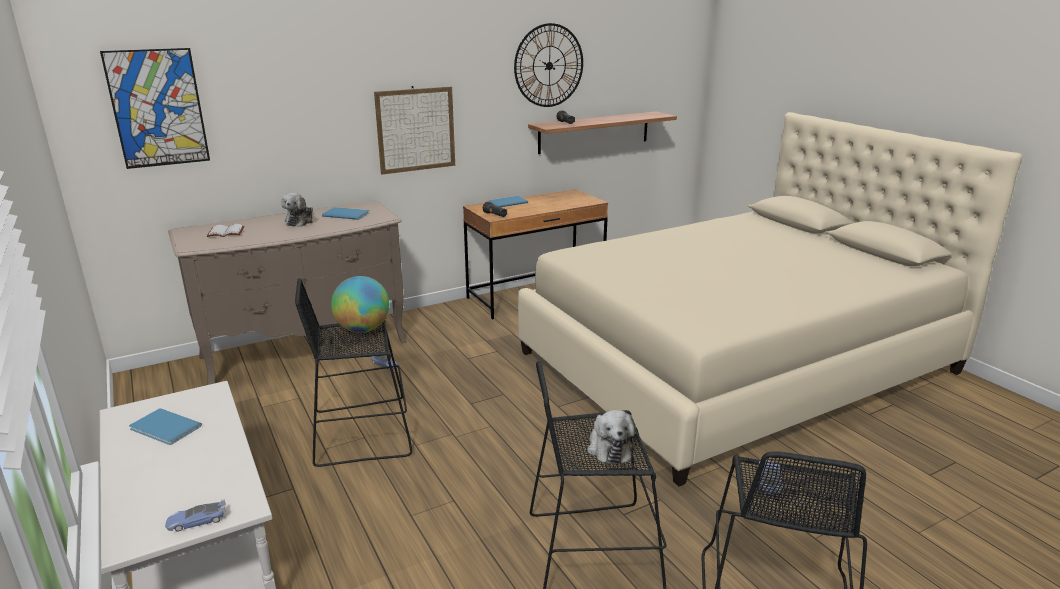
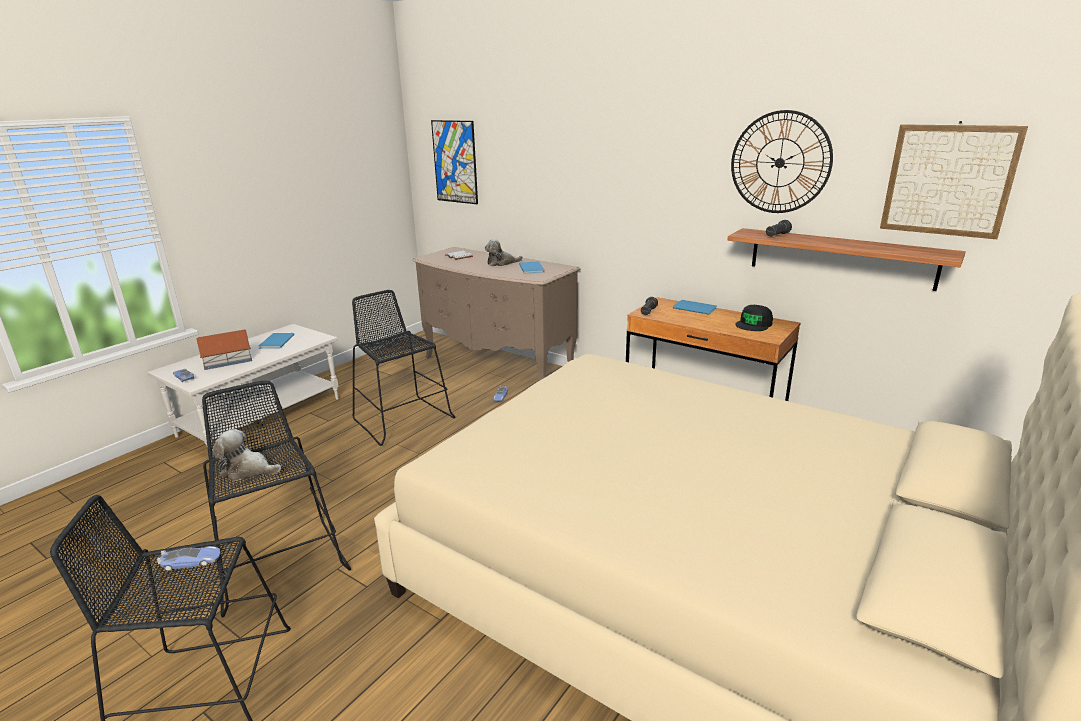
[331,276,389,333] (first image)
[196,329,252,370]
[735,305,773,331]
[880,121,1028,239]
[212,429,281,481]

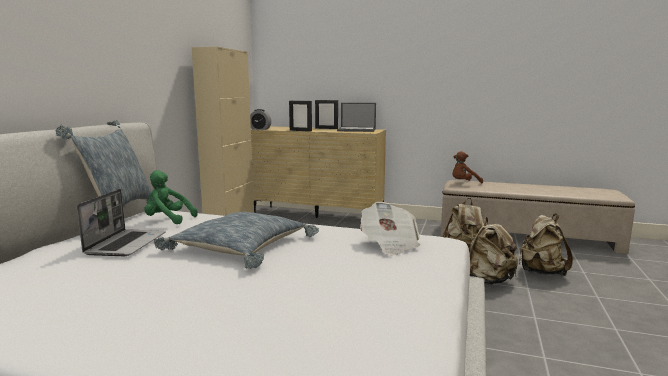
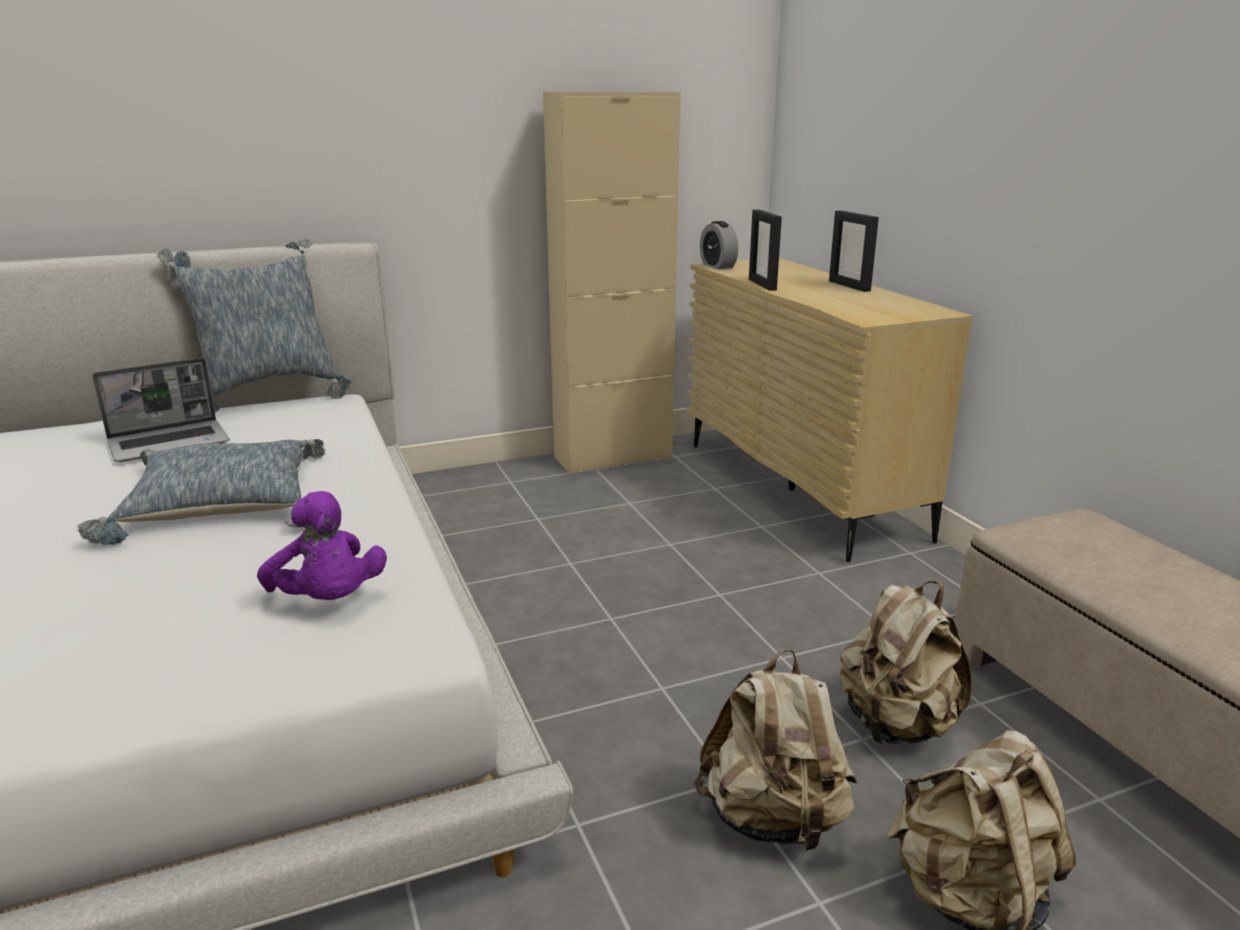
[144,170,198,224] (first image)
[337,103,376,132] (first image)
[452,151,483,183] (first image)
[257,491,387,600]

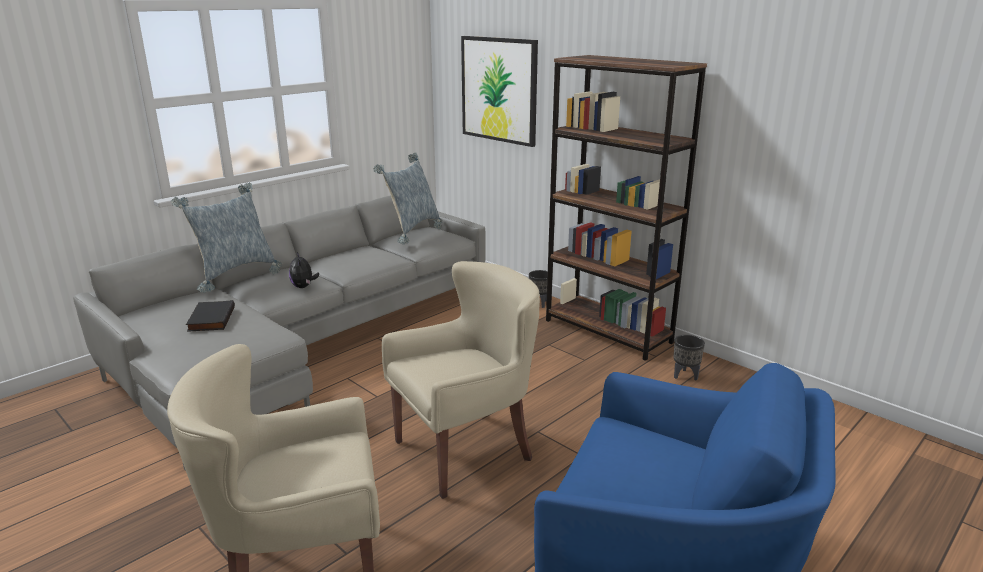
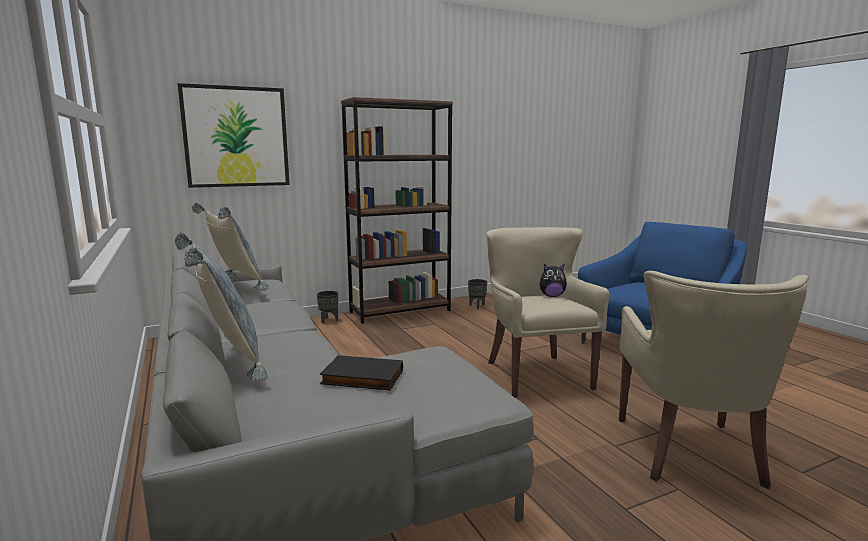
[540,264,567,297]

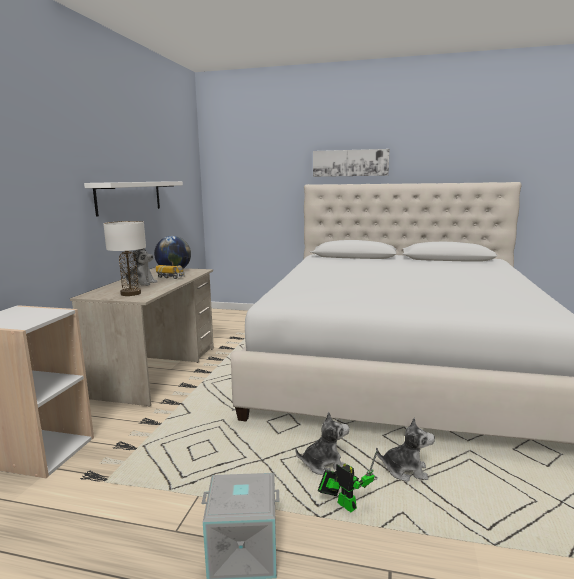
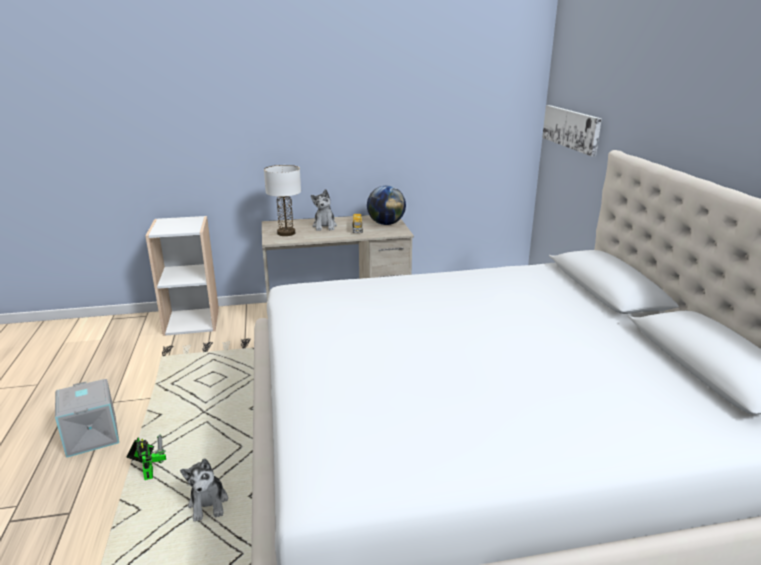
[84,181,183,217] (first image)
[296,412,349,475] (first image)
[542,105,602,157]
[127,434,166,480]

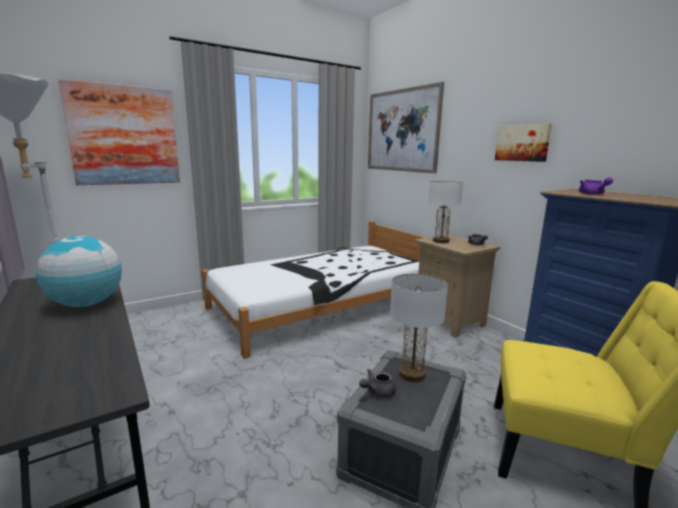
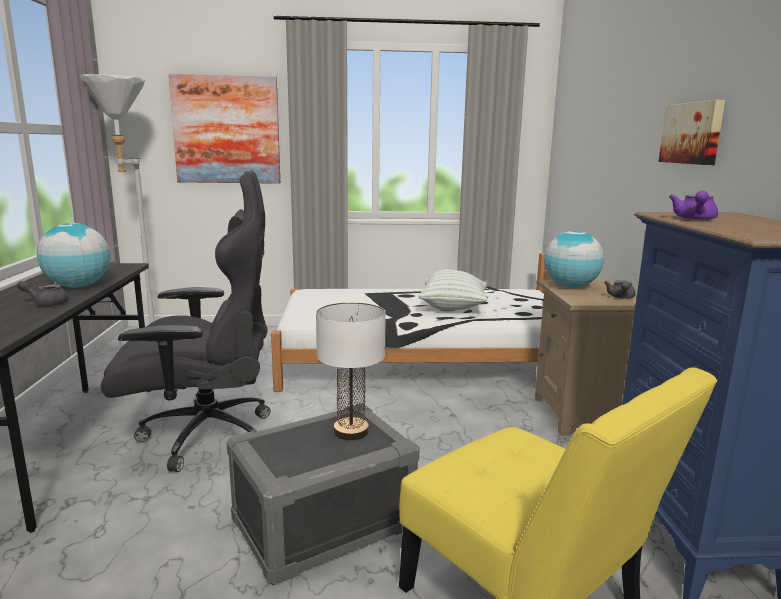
[368,82,444,174] (first image)
[101,170,270,472]
[418,269,487,311]
[17,281,68,306]
[544,231,604,288]

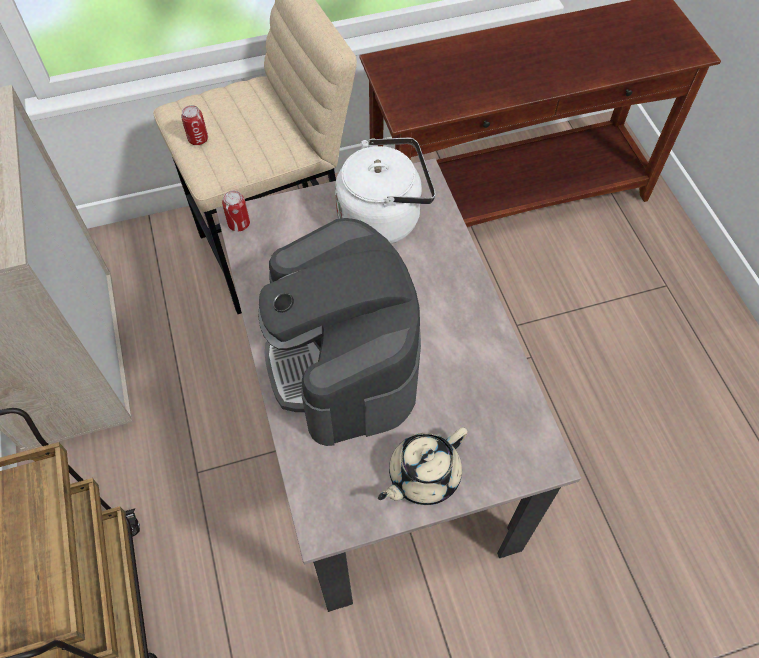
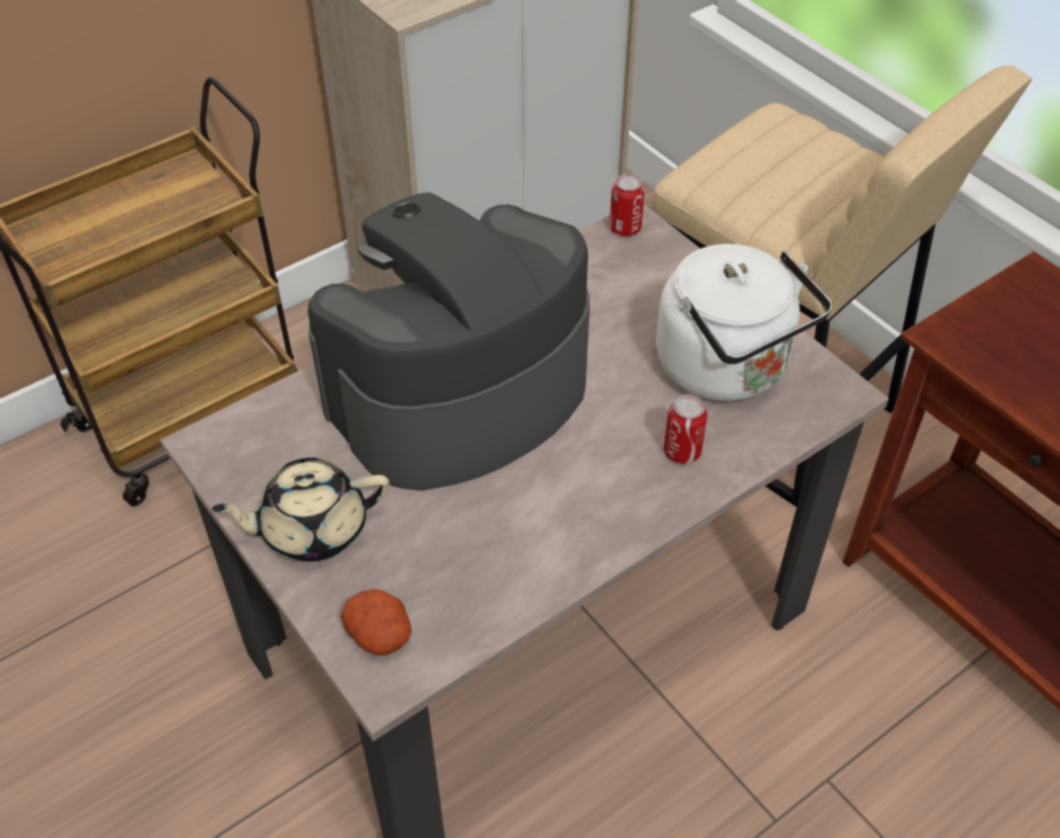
[341,589,412,656]
[664,394,707,464]
[212,458,390,562]

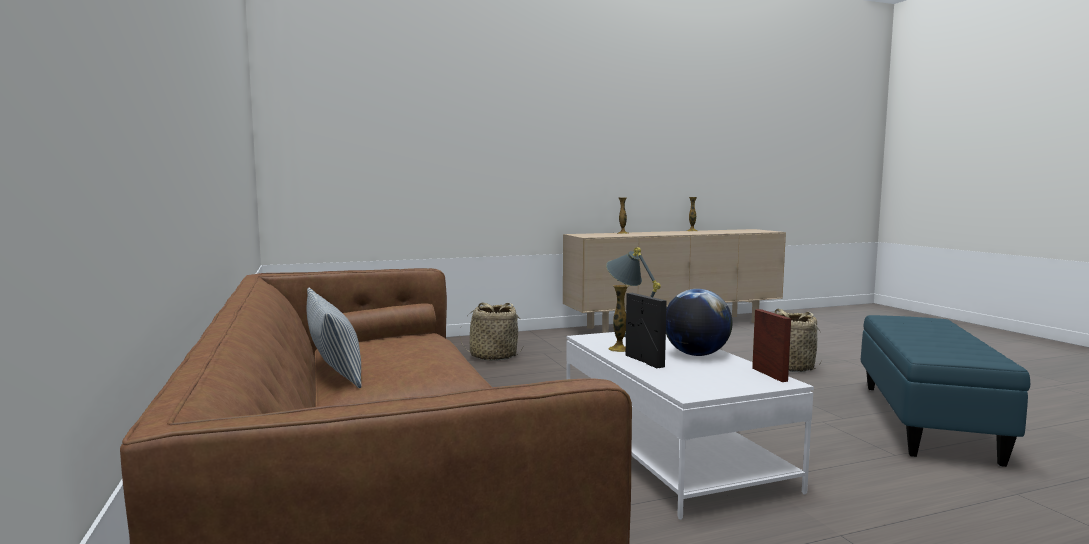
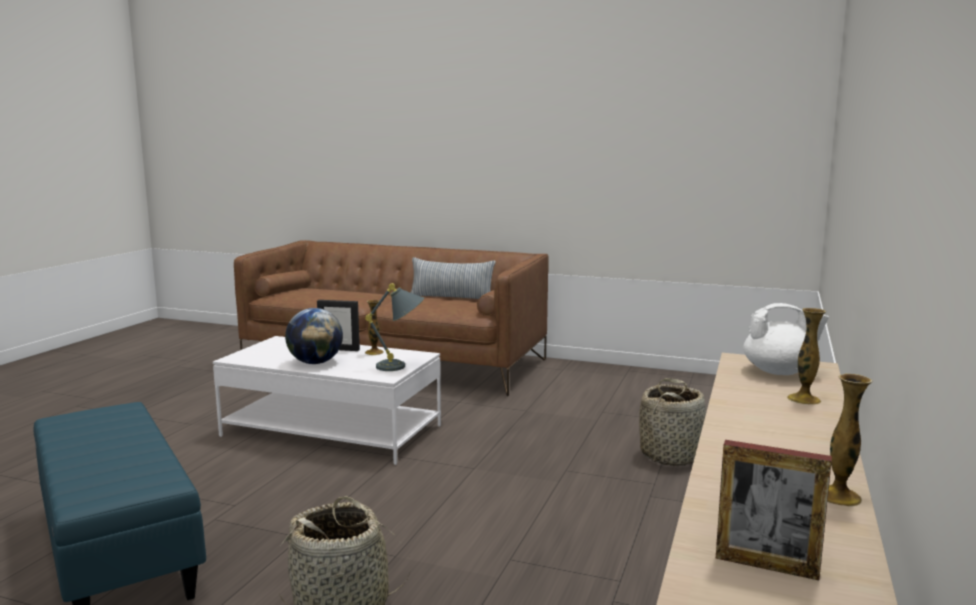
[743,303,829,375]
[716,440,832,580]

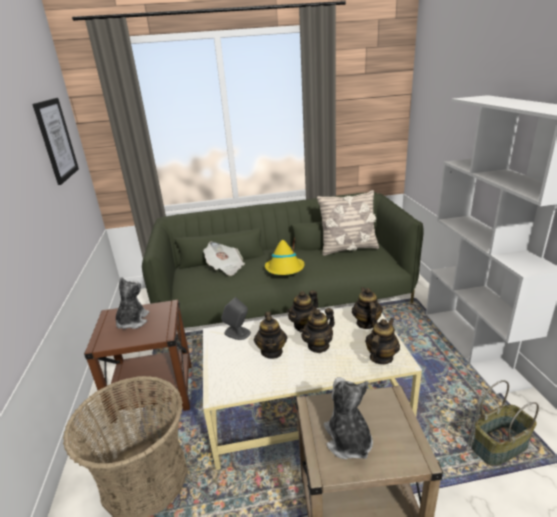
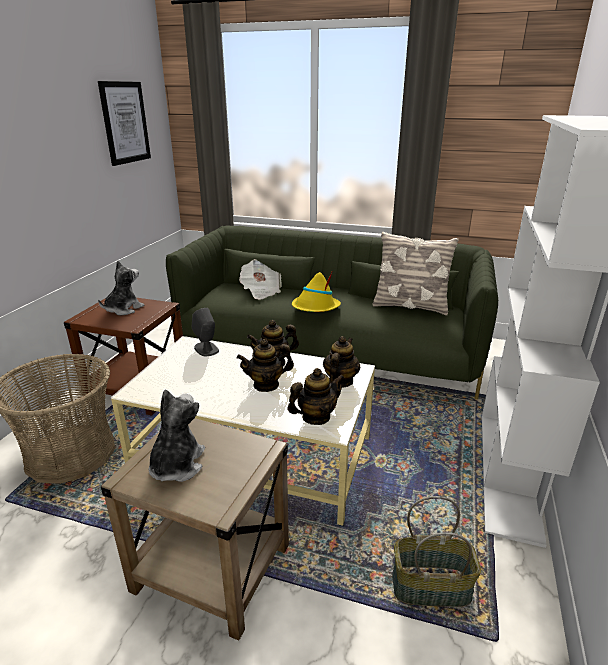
[254,312,287,359] (first image)

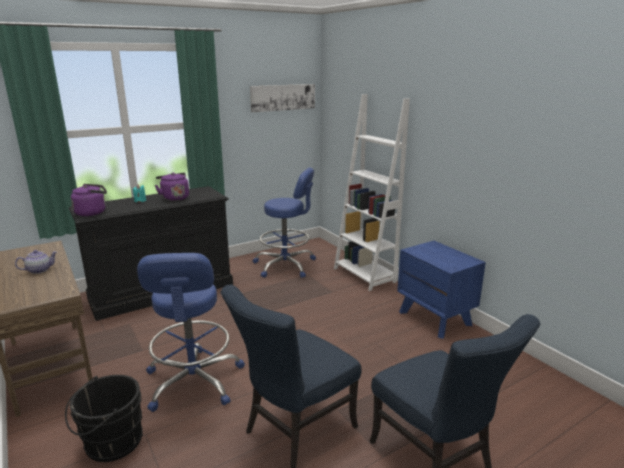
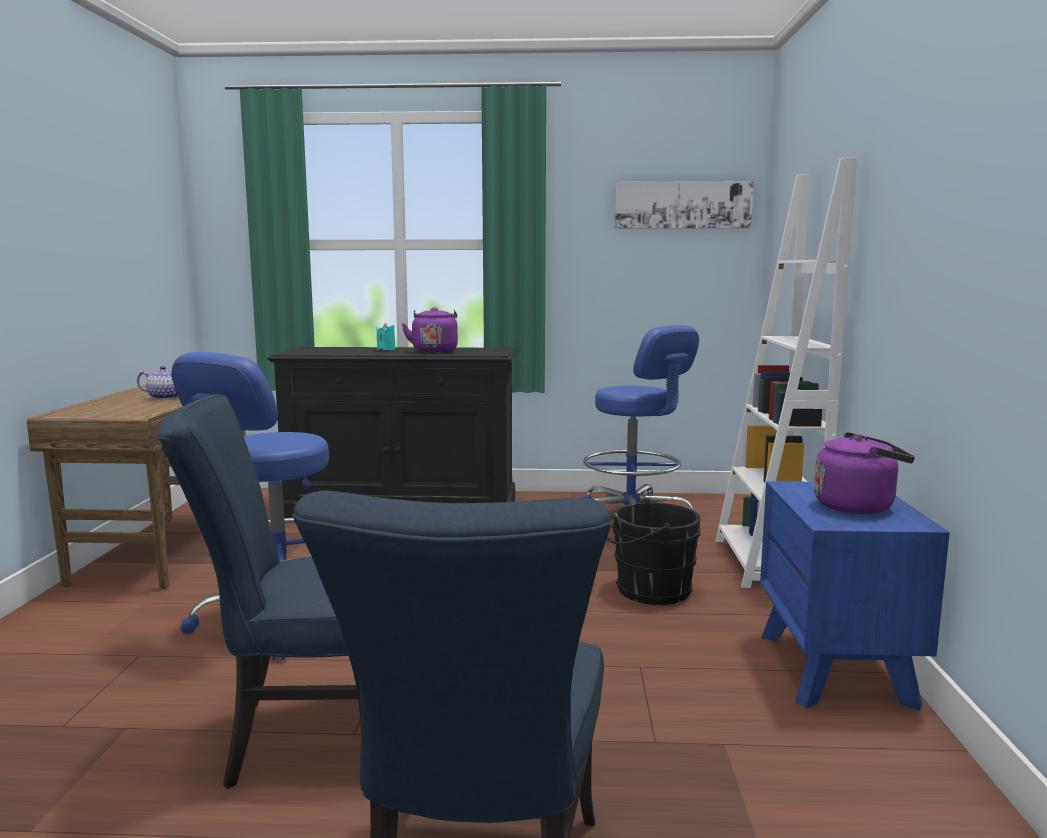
[607,498,701,605]
[814,432,915,514]

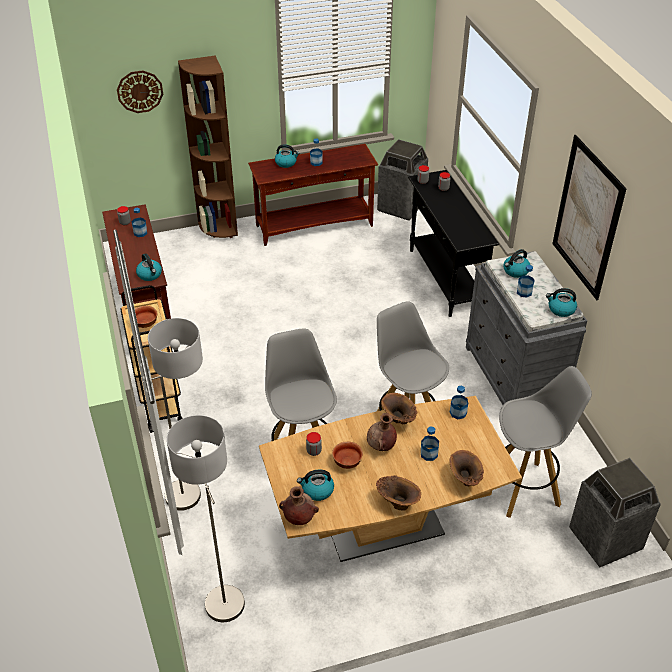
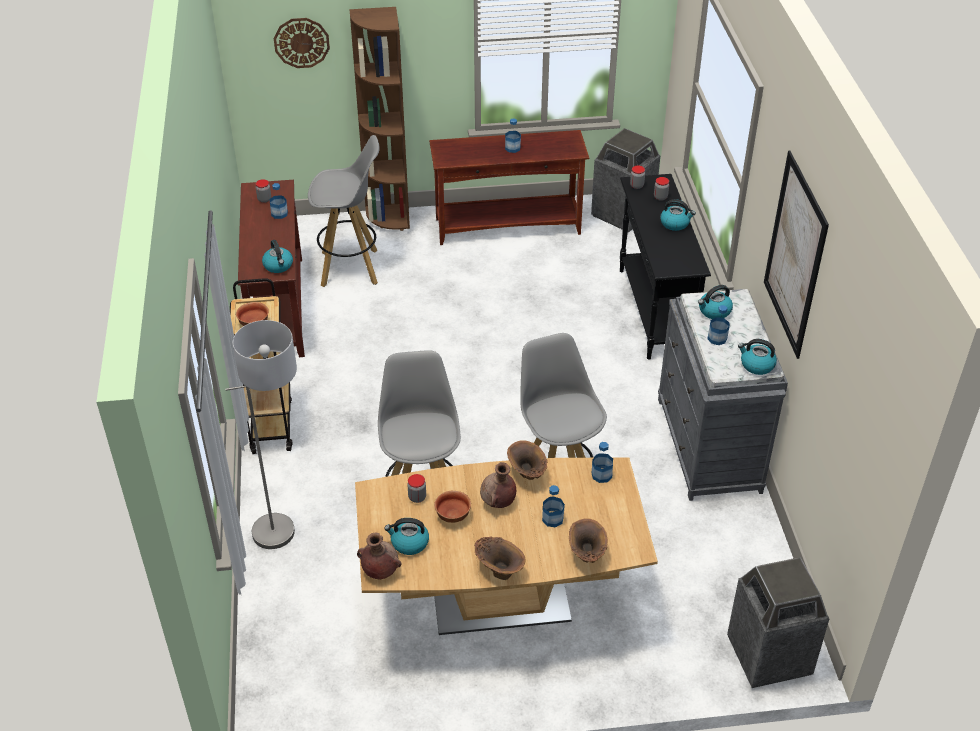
[167,415,245,622] (first image)
[660,199,696,231]
[308,135,379,287]

